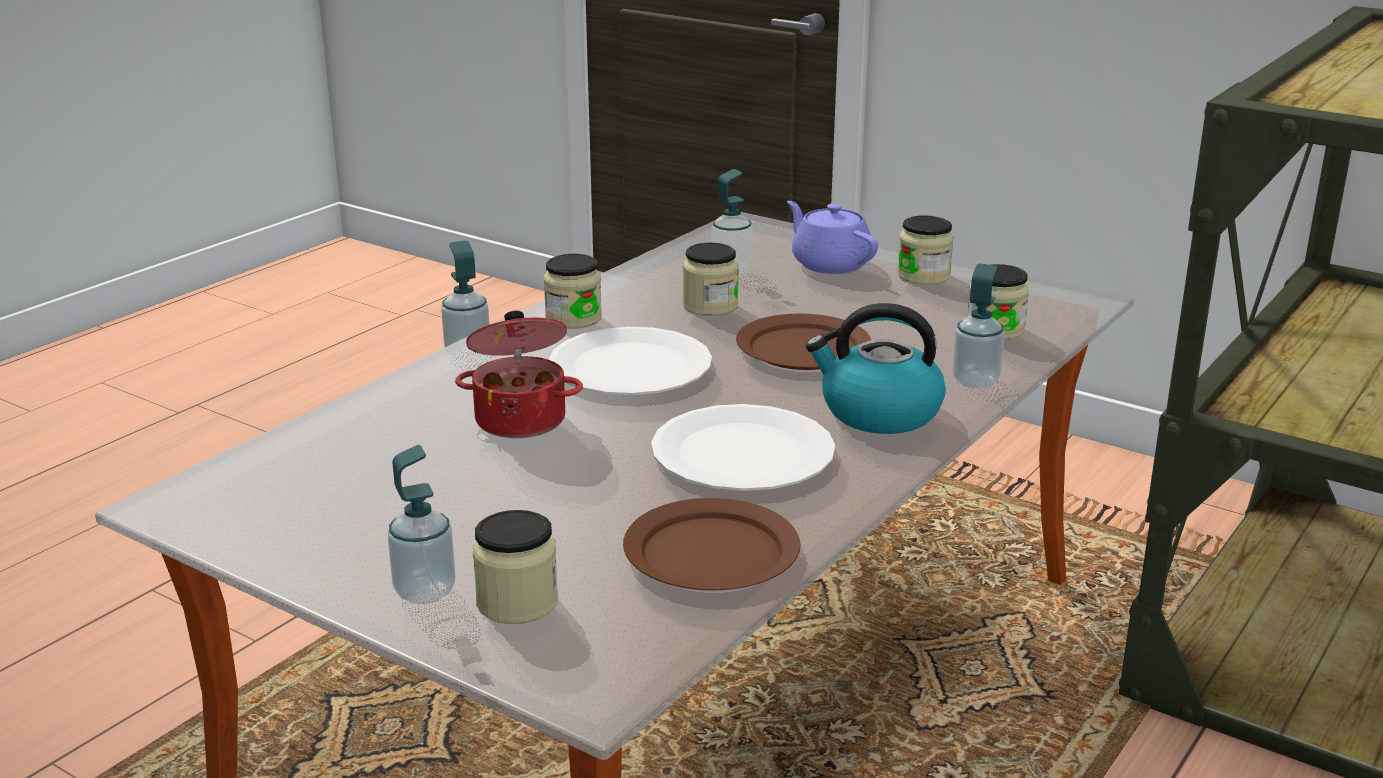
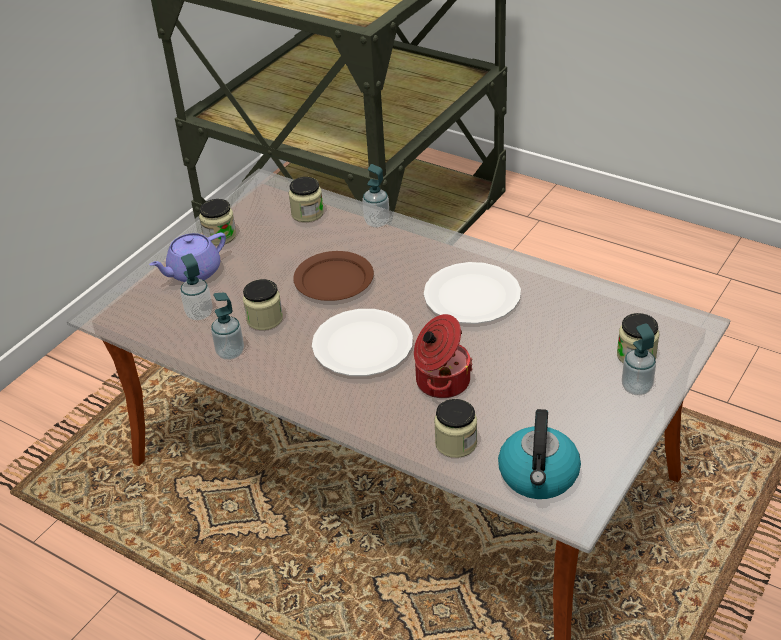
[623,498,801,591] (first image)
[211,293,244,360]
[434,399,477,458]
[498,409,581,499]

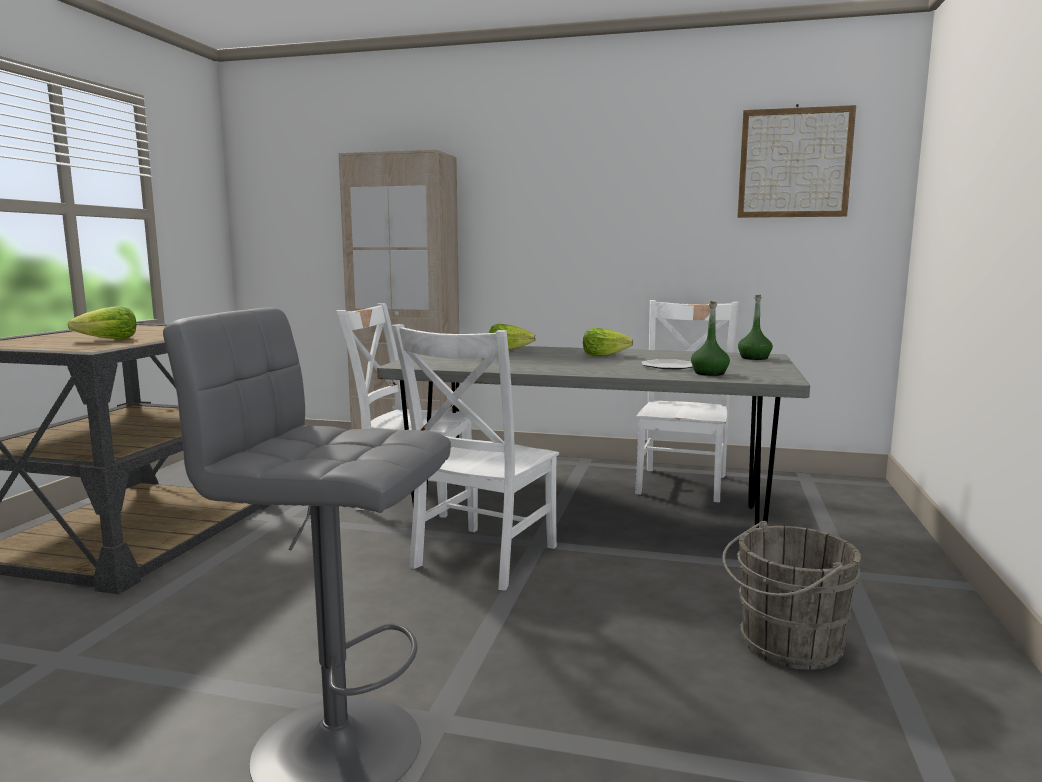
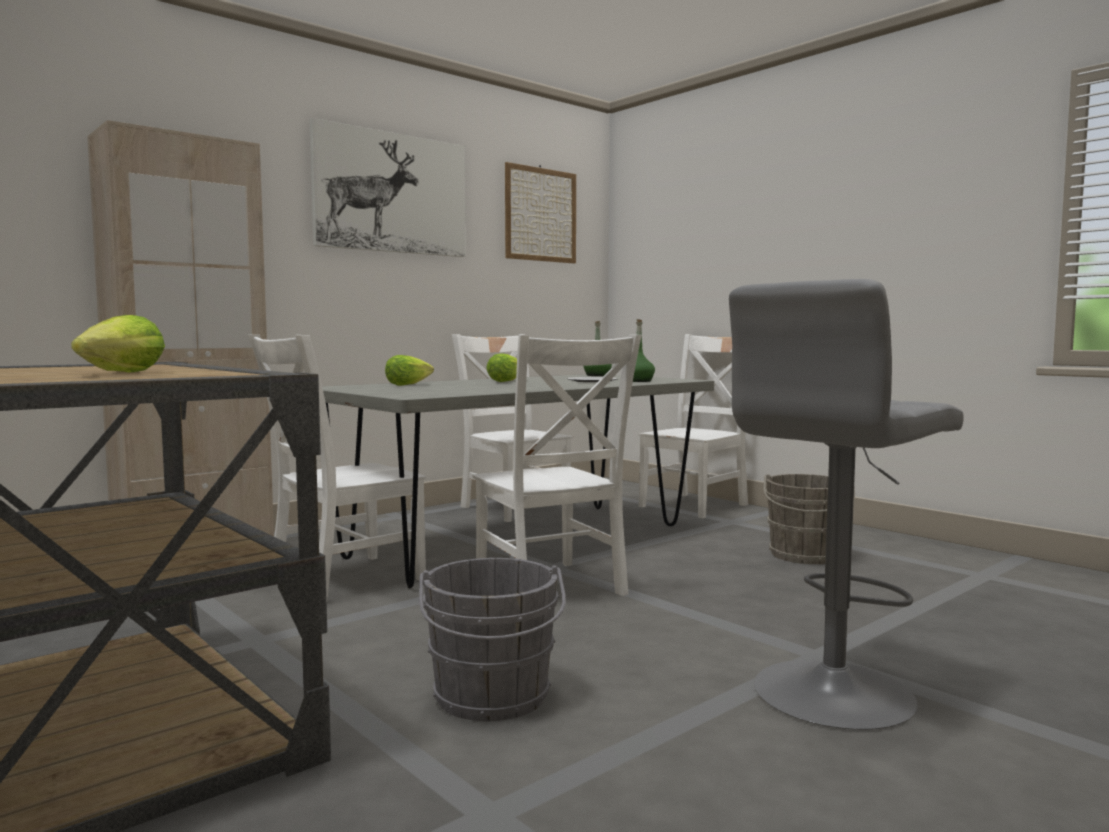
[310,118,466,257]
[419,558,566,721]
[638,334,748,518]

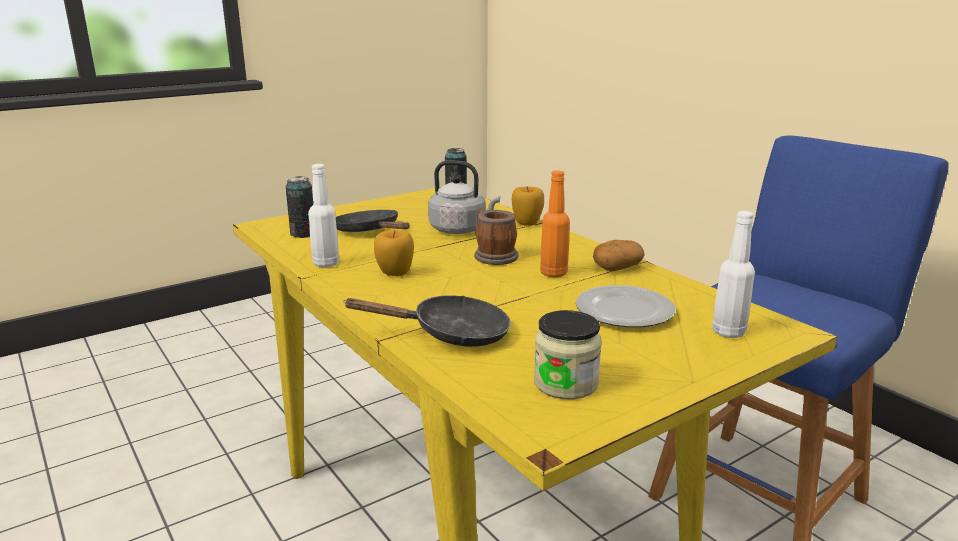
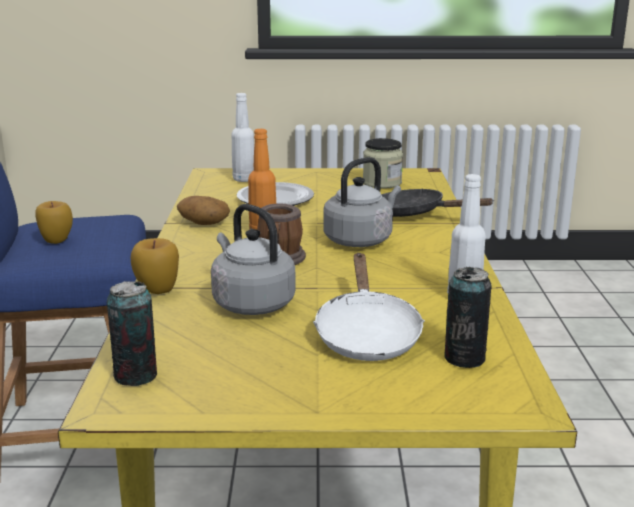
[323,157,401,247]
[35,201,73,244]
[313,253,425,361]

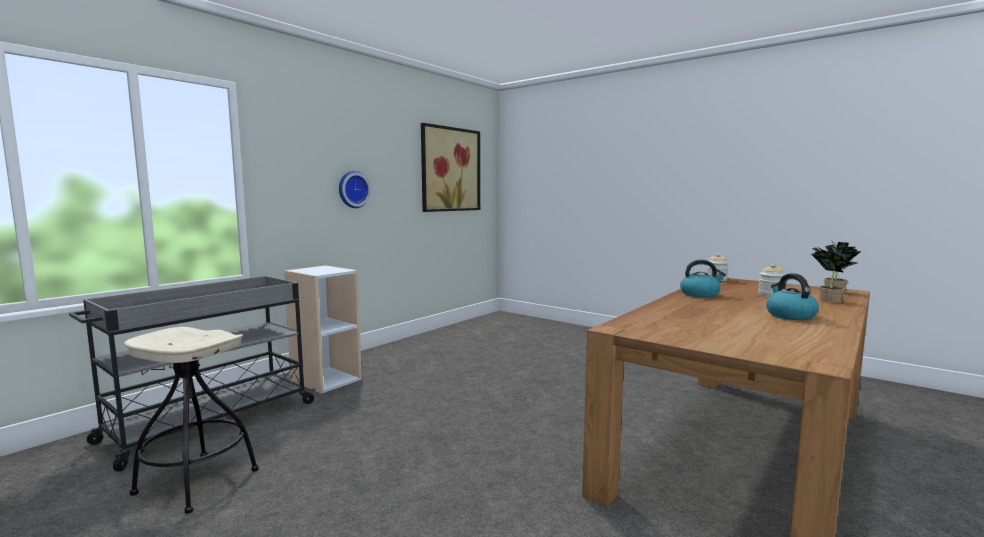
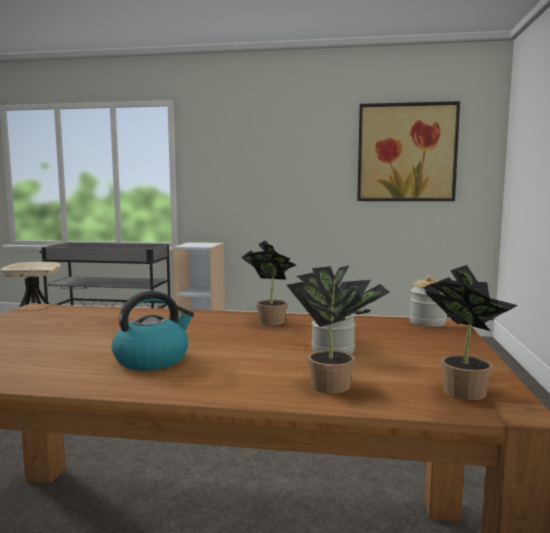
[339,171,371,208] (first image)
[241,240,296,326]

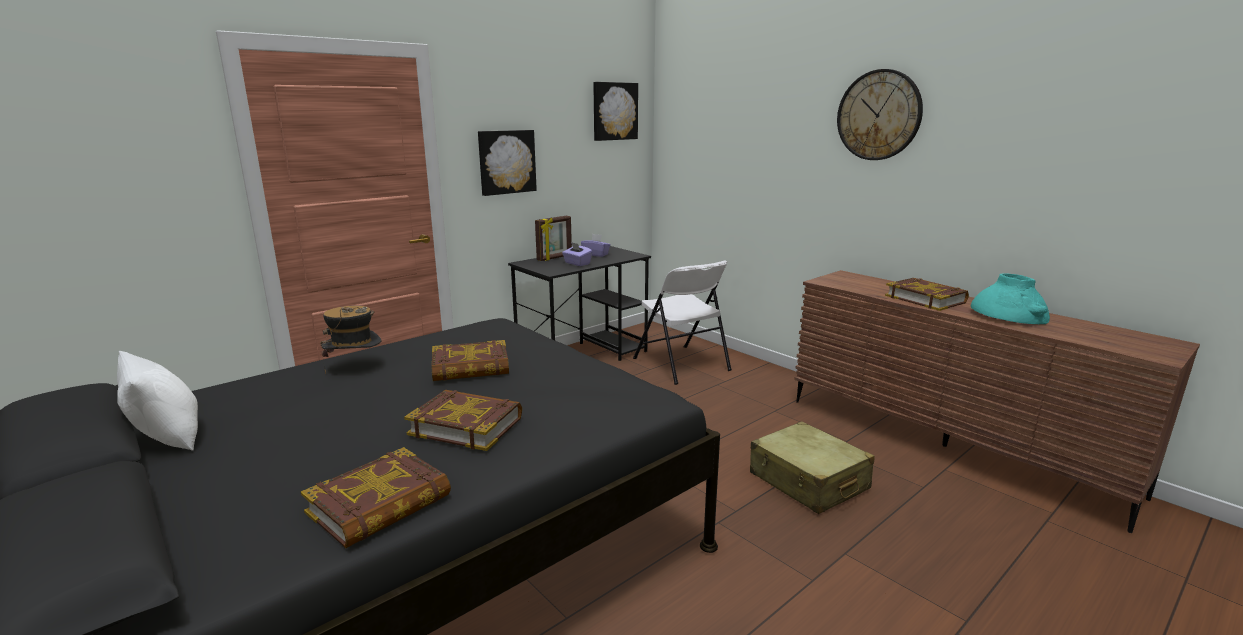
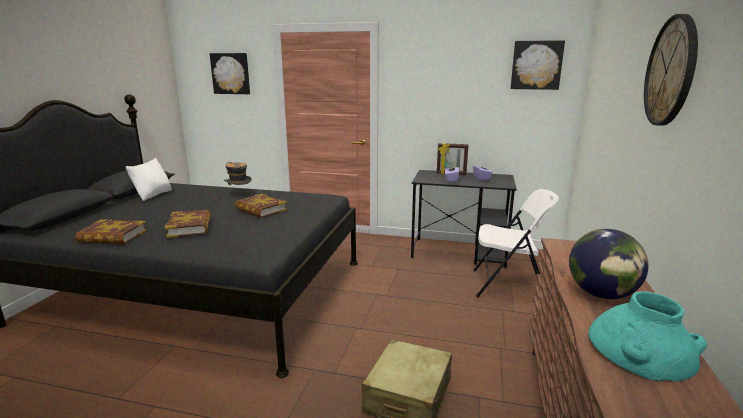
[210,53,250,94]
[569,229,648,299]
[474,189,559,298]

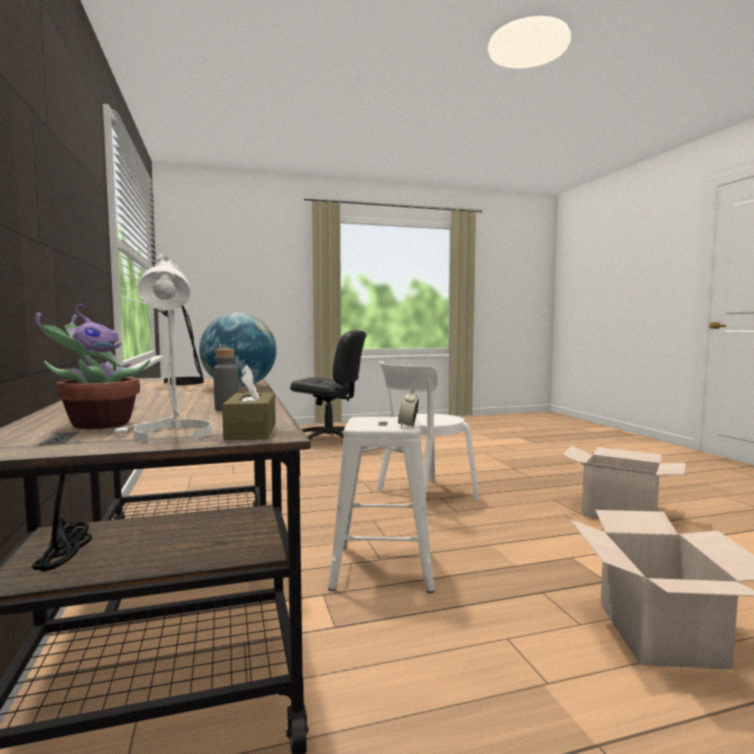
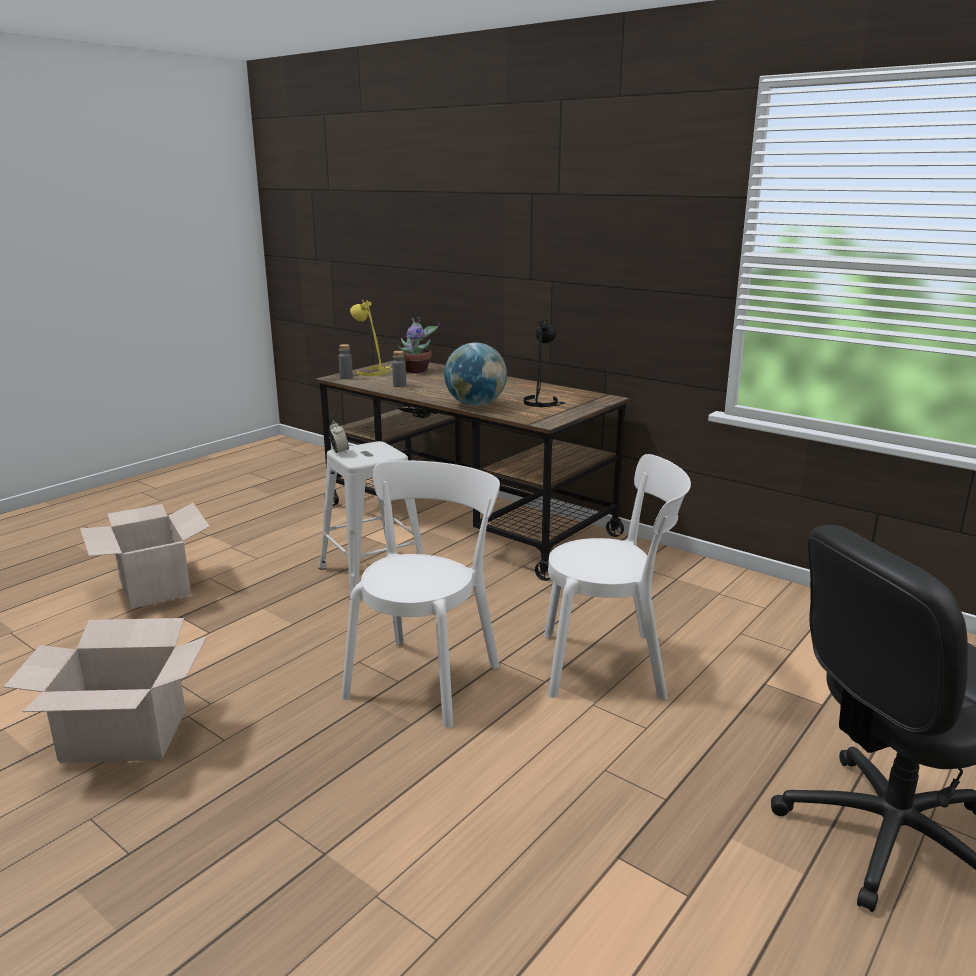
[544,454,691,700]
[339,344,353,379]
[350,299,392,376]

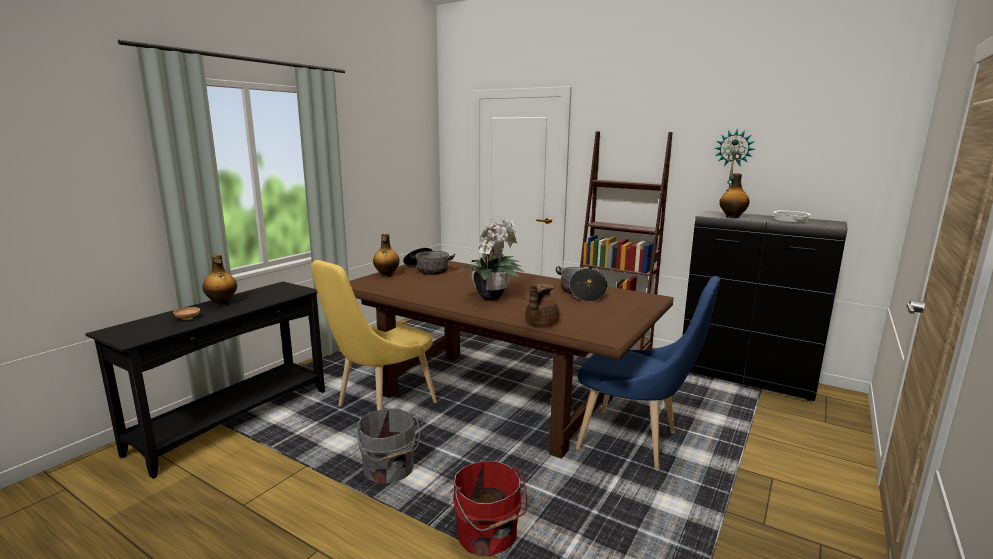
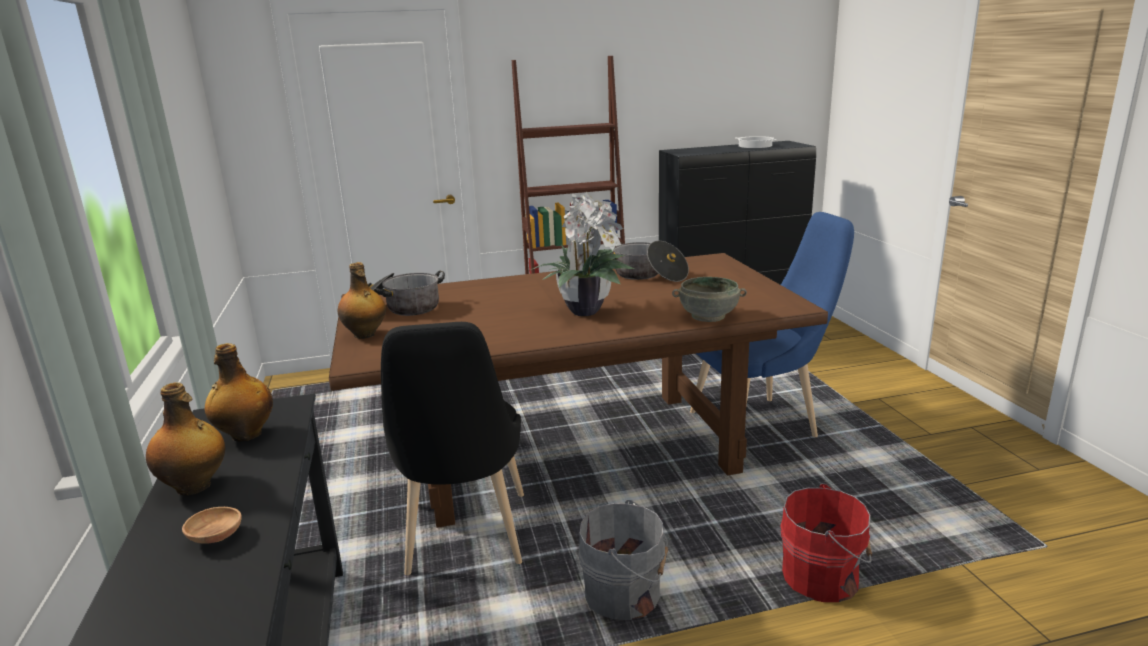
[714,130,755,188] (first image)
[205,343,273,441]
[672,277,747,322]
[381,322,524,575]

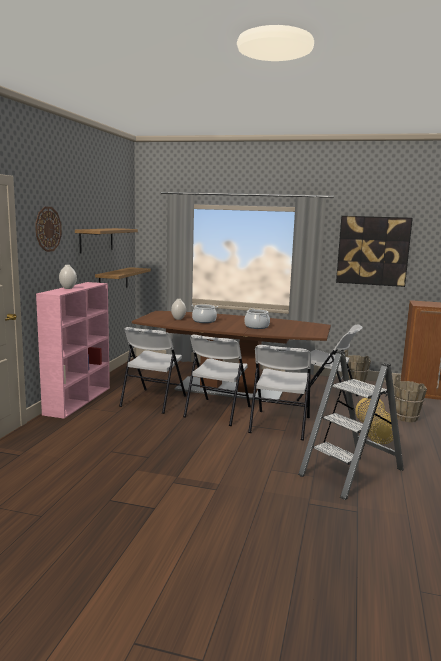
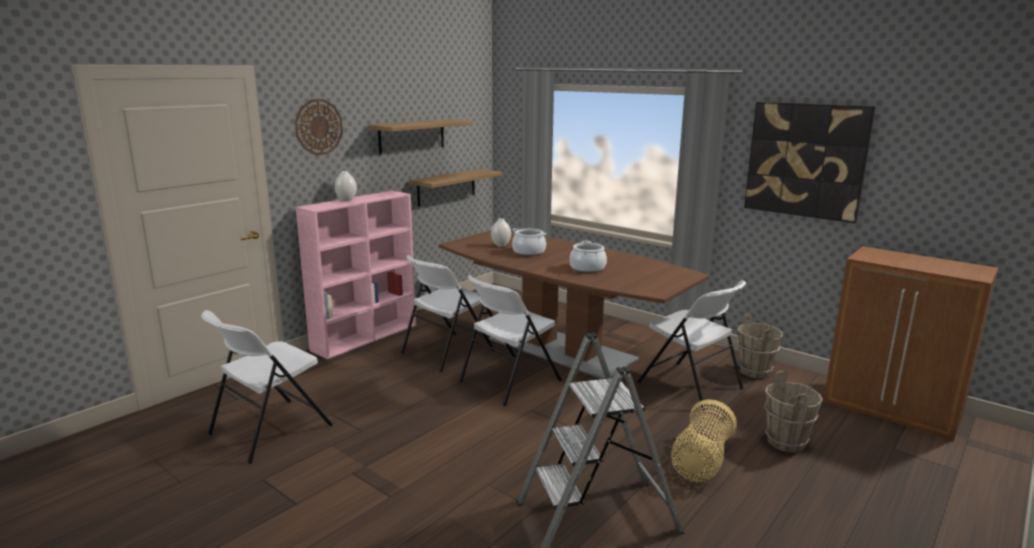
[201,310,333,464]

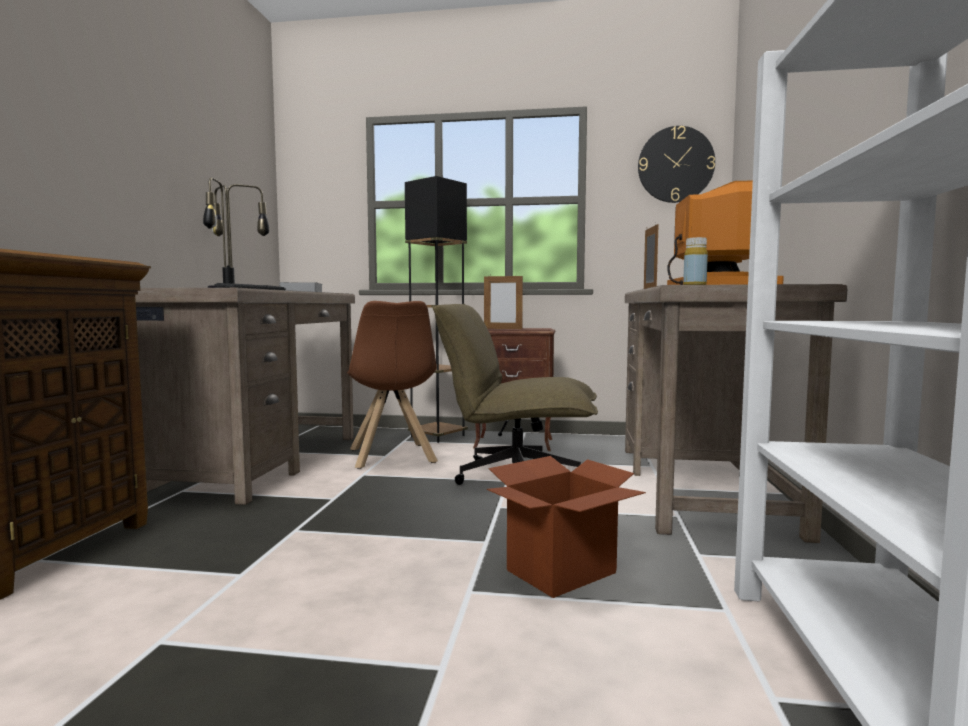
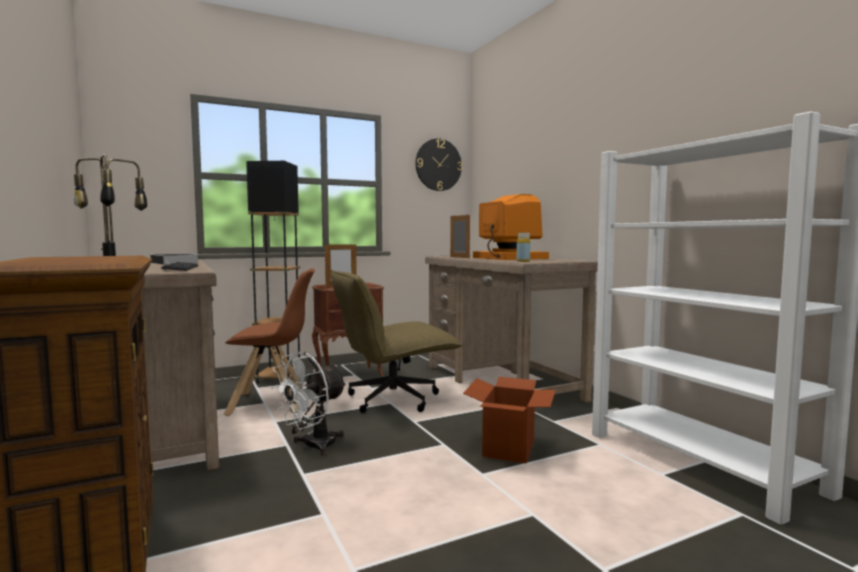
[271,352,347,456]
[224,268,315,416]

